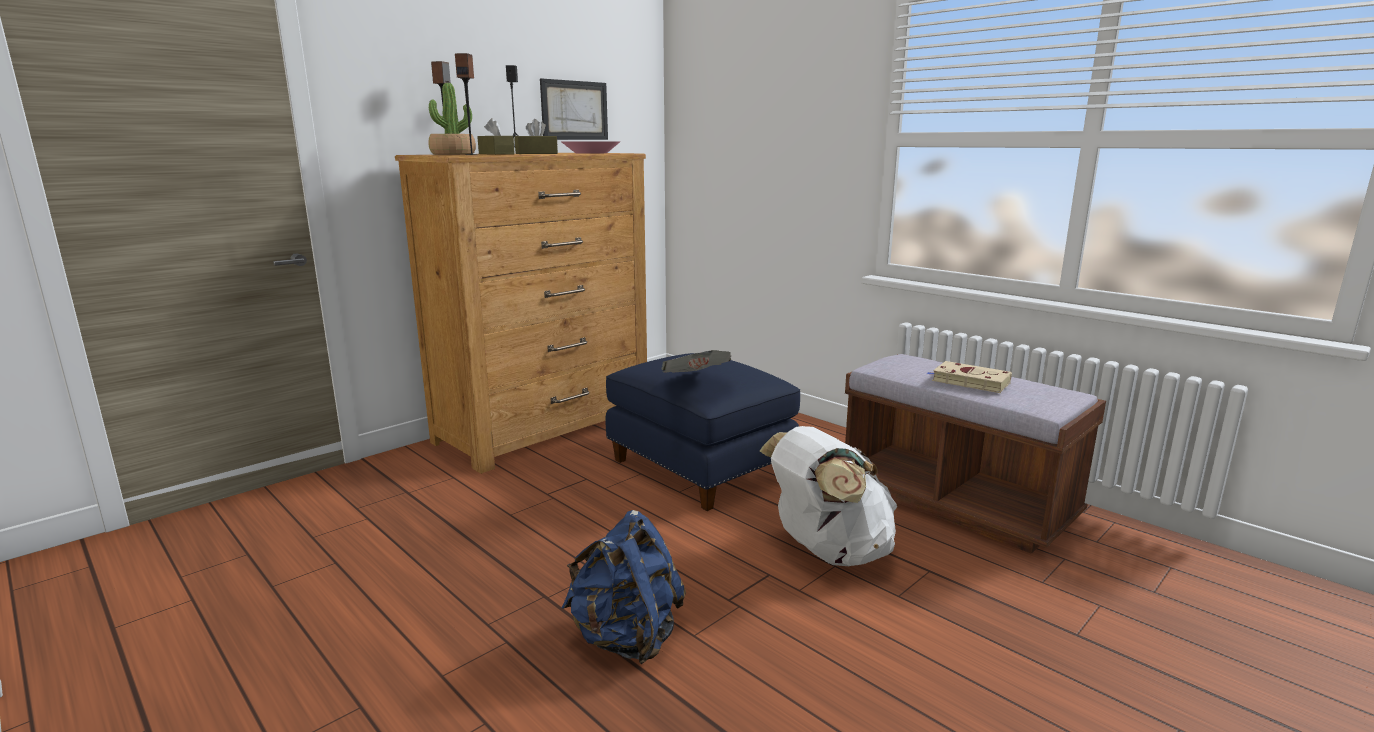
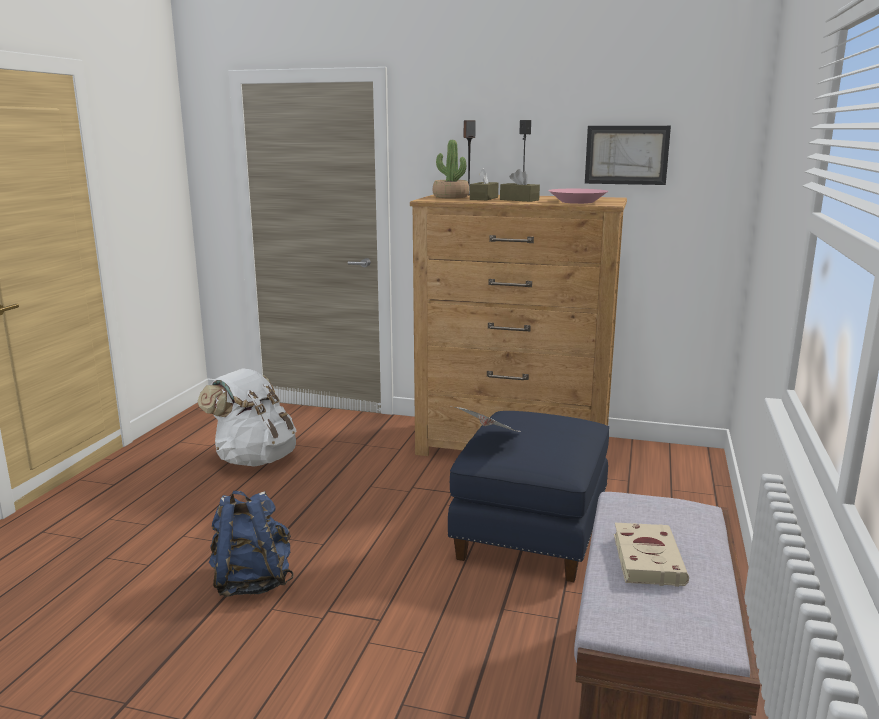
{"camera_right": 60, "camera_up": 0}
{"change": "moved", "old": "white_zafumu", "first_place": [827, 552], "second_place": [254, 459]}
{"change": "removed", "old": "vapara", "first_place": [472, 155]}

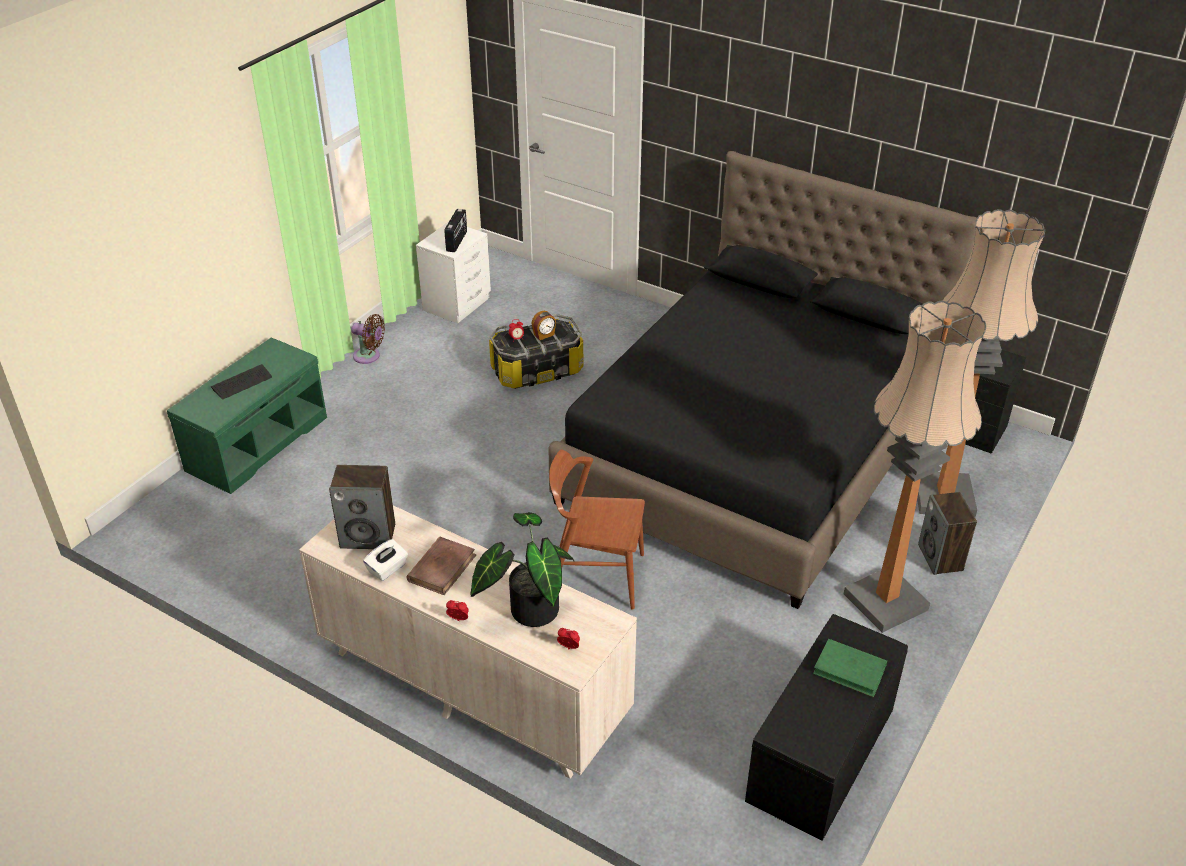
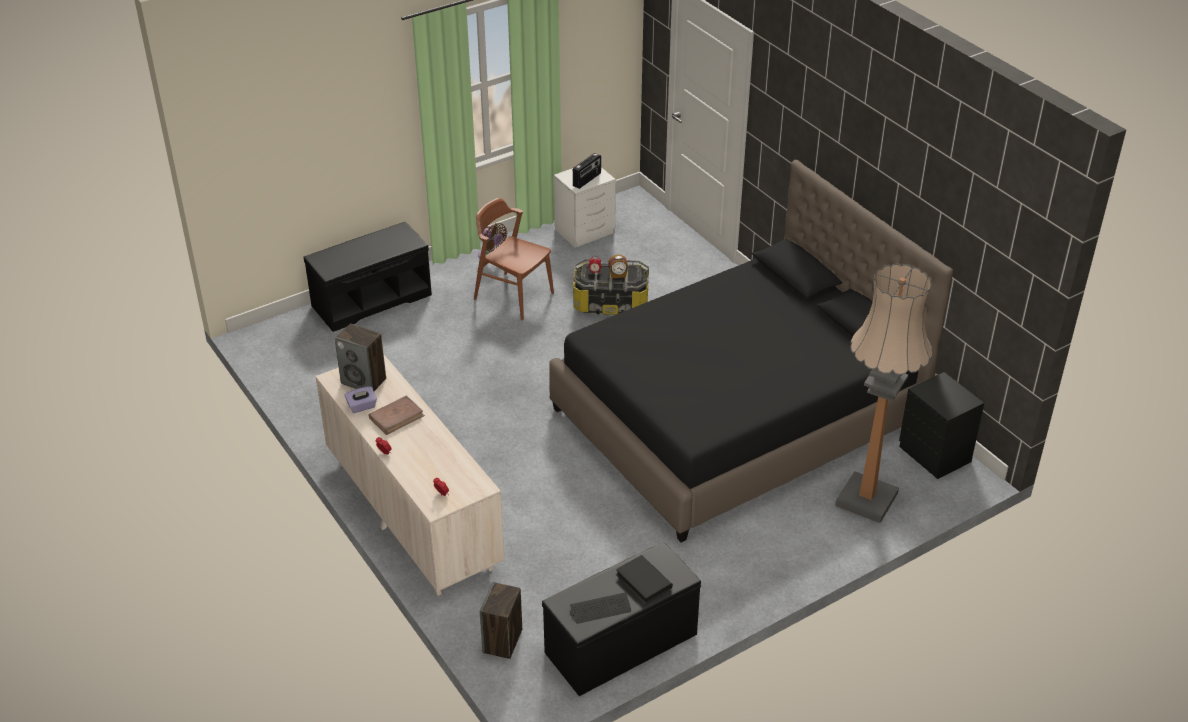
{"camera_right": 25, "camera_up": 0}
{"change": "recoloured", "old": "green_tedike", "new": "black_tedike", "first_place": [257, 442], "second_place": [372, 299]}
{"change": "recoloured", "old": "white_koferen", "new": "purple_koferen", "first_place": [387, 569], "second_place": [362, 406]}
{"change": "moved", "old": "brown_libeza", "first_place": [595, 576], "second_place": [513, 296]}
{"change": "moved", "old": "vapara", "first_place": [941, 558], "second_place": [502, 641]}
{"change": "moved", "old": "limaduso", "first_place": [242, 383], "second_place": [600, 609]}
{"change": "recoloured", "old": "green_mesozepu", "new": "black_mesozepu", "first_place": [850, 670], "second_place": [644, 581]}
{"change": "removed", "old": "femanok", "first_place": [528, 609]}
{"change": "removed", "old": "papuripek", "first_place": [885, 602]}

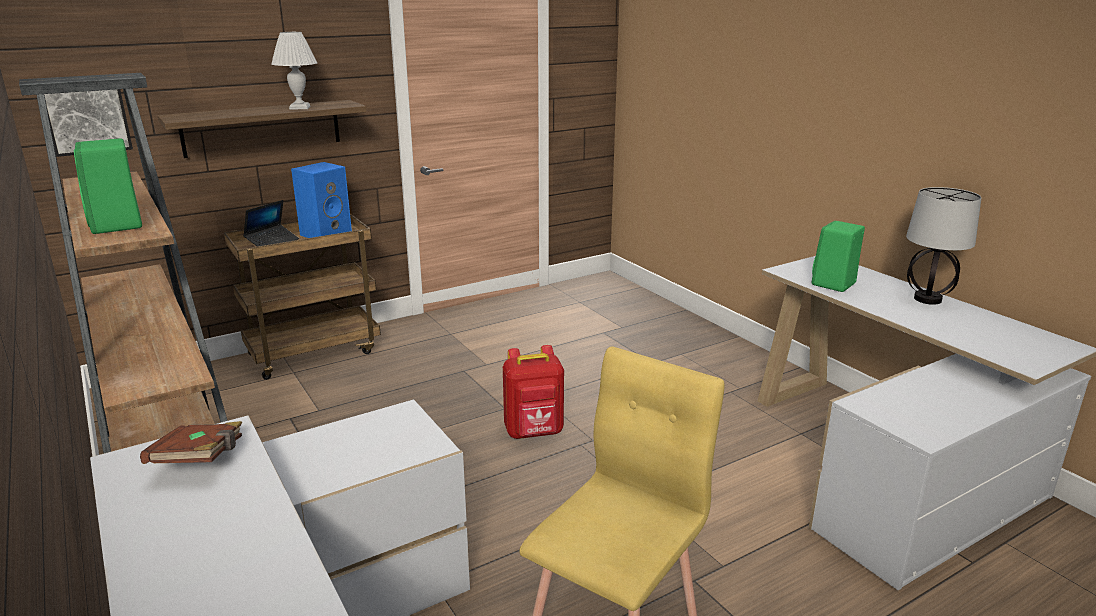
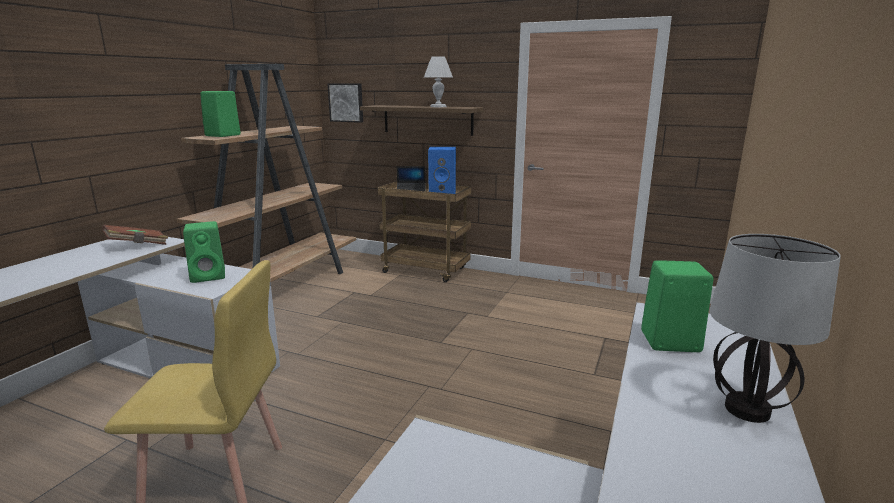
{"camera_right": 55, "camera_up": -5}
{"change": "added", "new": "green_vapara", "second_place": [209, 276]}
{"change": "removed", "old": "red_zafumu", "first_place": [534, 432]}

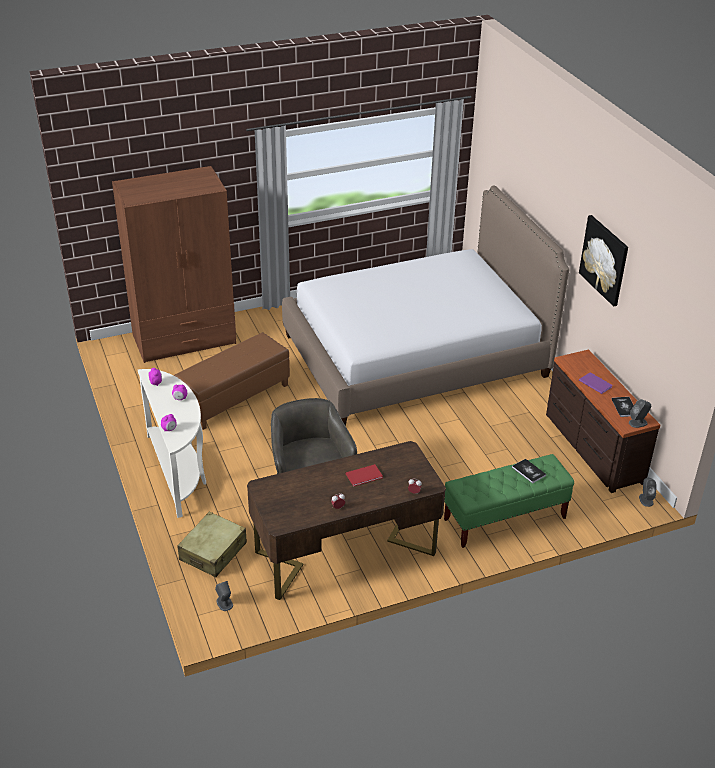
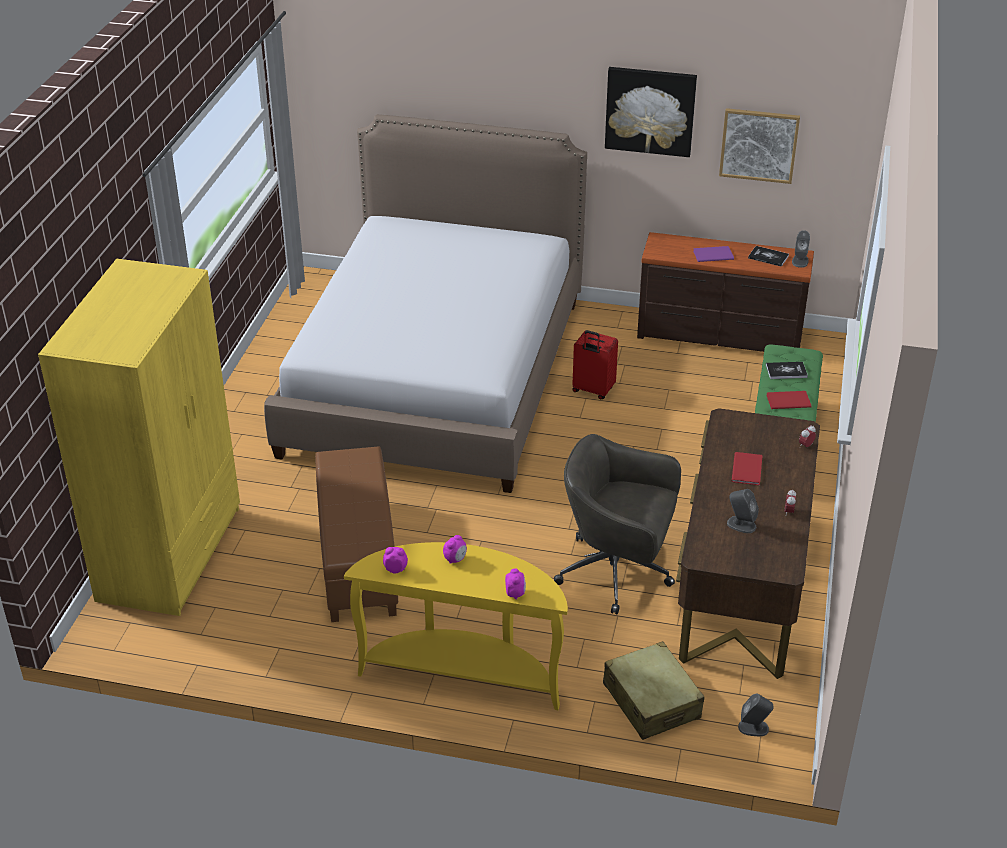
{"camera_right": -55, "camera_up": 0}
{"change": "recoloured", "old": "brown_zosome", "new": "yellow_zosome", "first_place": [184, 339], "second_place": [171, 554]}
{"change": "recoloured", "old": "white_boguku", "new": "yellow_boguku", "first_place": [179, 471], "second_place": [463, 672]}
{"change": "added", "new": "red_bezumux", "second_place": [592, 390]}
{"change": "added", "new": "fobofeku", "second_place": [759, 145]}
{"change": "moved", "old": "grey_vapara", "first_place": [646, 499], "second_place": [741, 524]}
{"change": "added", "new": "red_mesozepu", "second_place": [787, 400]}

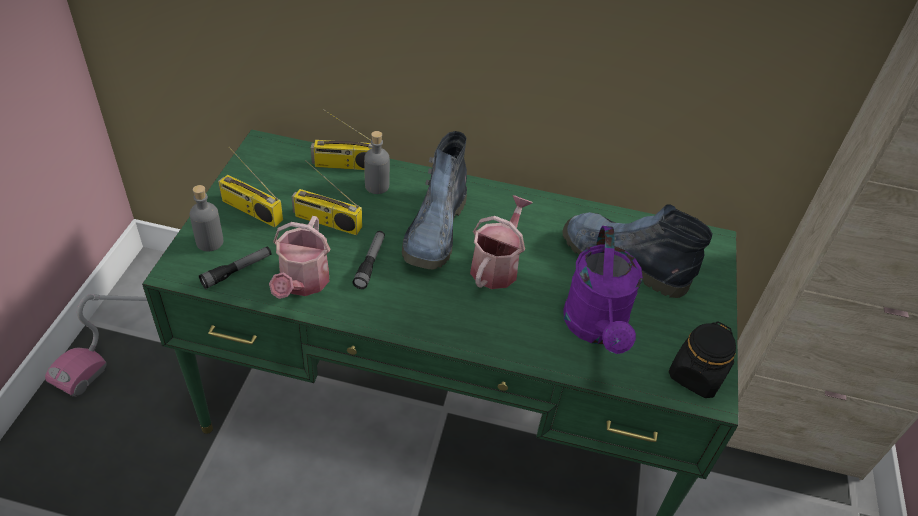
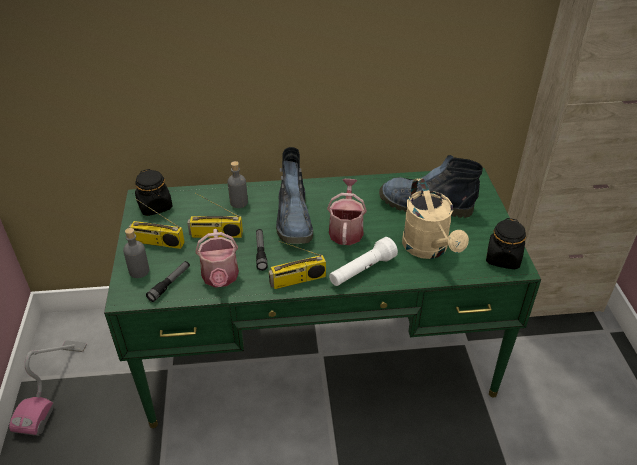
{"camera_right": -15, "camera_up": -5}
{"change": "added", "new": "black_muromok", "second_place": [155, 206]}
{"change": "moved", "old": "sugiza", "first_place": [345, 165], "second_place": [297, 280]}
{"change": "added", "new": "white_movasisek", "second_place": [362, 271]}
{"change": "recoloured", "old": "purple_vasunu", "new": "beige_vasunu", "first_place": [596, 328], "second_place": [429, 249]}

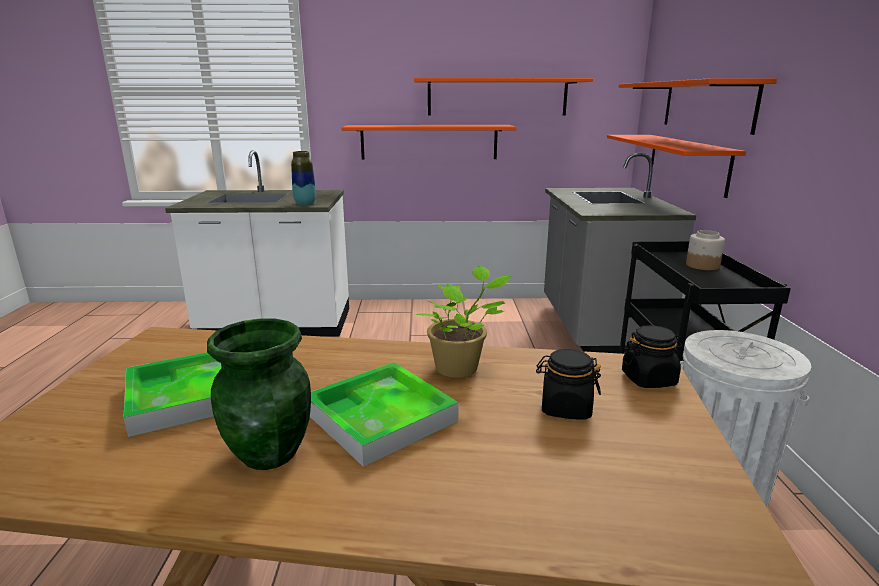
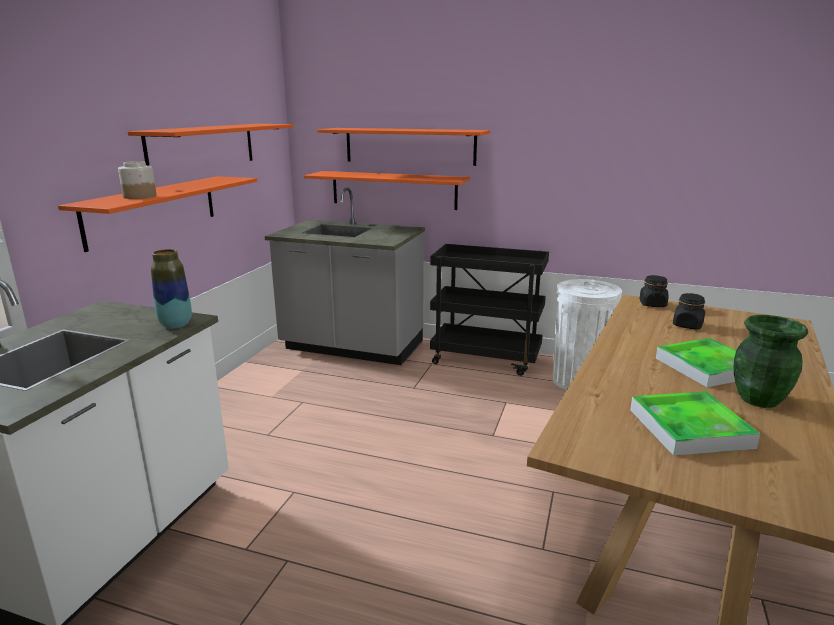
{"camera_right": -70, "camera_up": 0}
{"change": "moved", "old": "muromok", "first_place": [702, 265], "second_place": [139, 196]}
{"change": "removed", "old": "femanok", "first_place": [460, 368]}

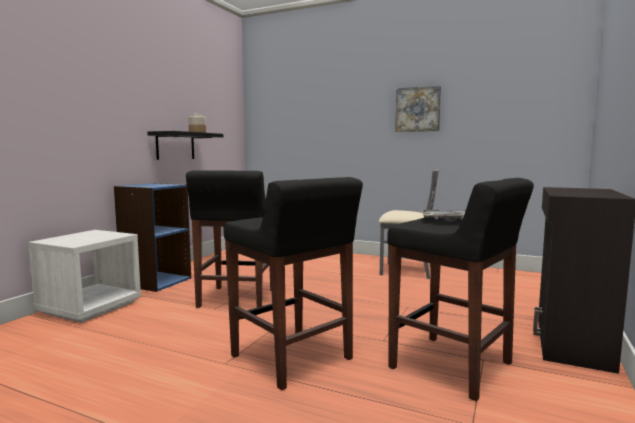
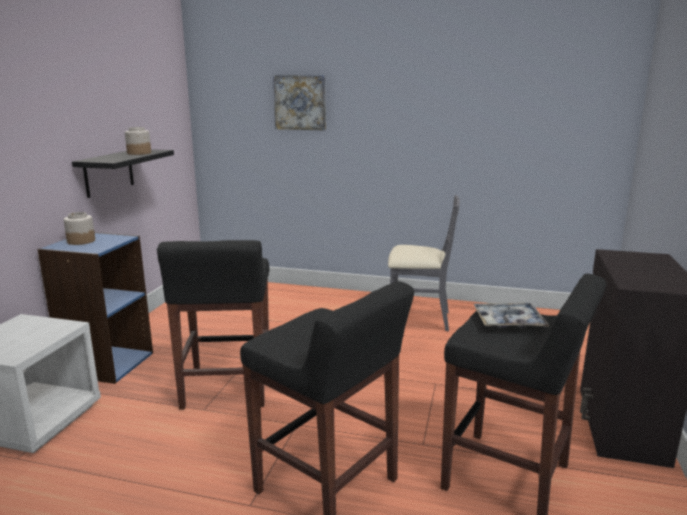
{"camera_right": -10, "camera_up": 10}
{"change": "added", "new": "muromok", "second_place": [81, 241]}
{"change": "moved", "old": "fobofeku", "first_place": [418, 109], "second_place": [300, 102]}

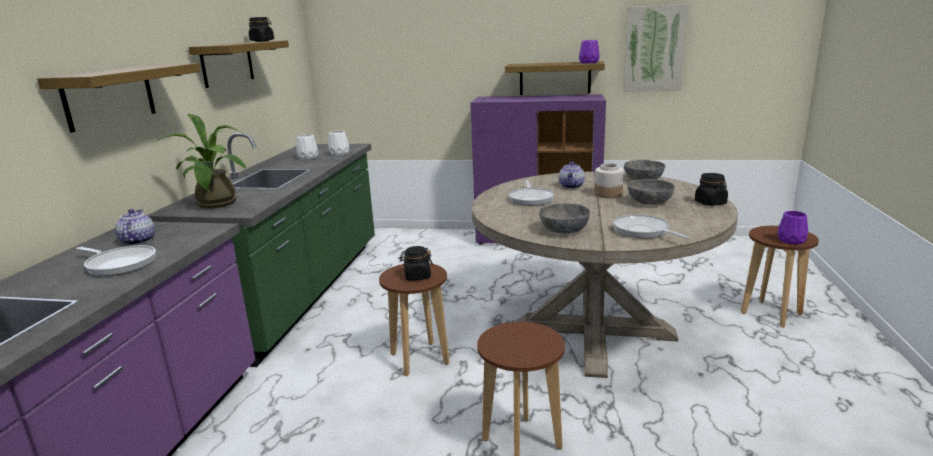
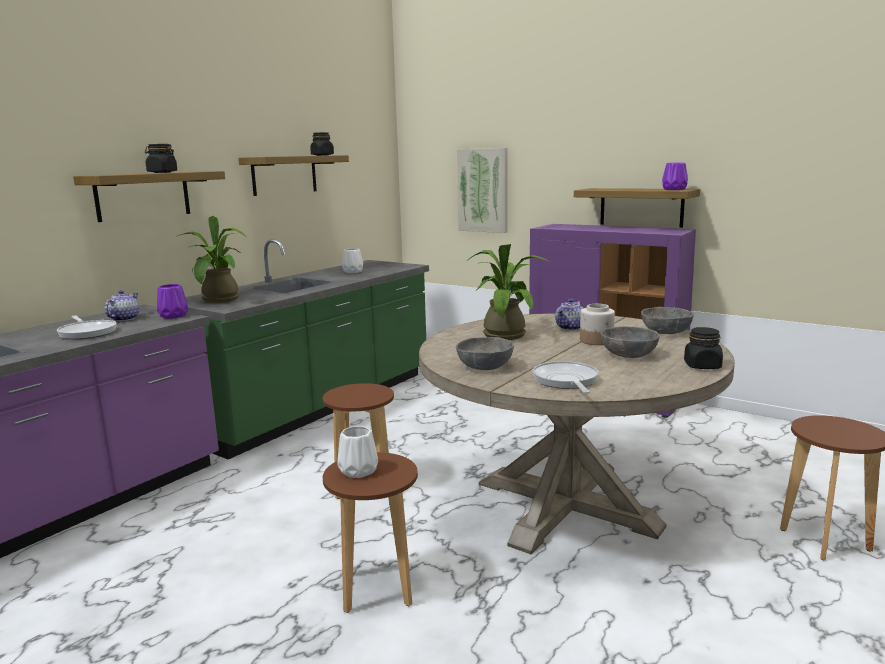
{"camera_right": 25, "camera_up": -5}
{"change": "moved", "old": "black_muromok", "first_place": [417, 276], "second_place": [162, 172]}
{"change": "moved", "old": "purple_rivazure", "first_place": [792, 241], "second_place": [173, 316]}
{"change": "moved", "old": "white_rivazure", "first_place": [340, 154], "second_place": [359, 470]}
{"change": "moved", "old": "fobofeku", "first_place": [654, 49], "second_place": [483, 190]}
{"change": "replaced", "old": "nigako", "new": "femanok", "first_place": [531, 199], "second_place": [506, 334]}

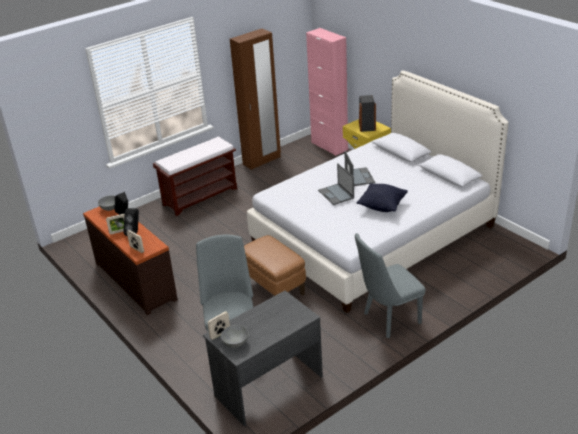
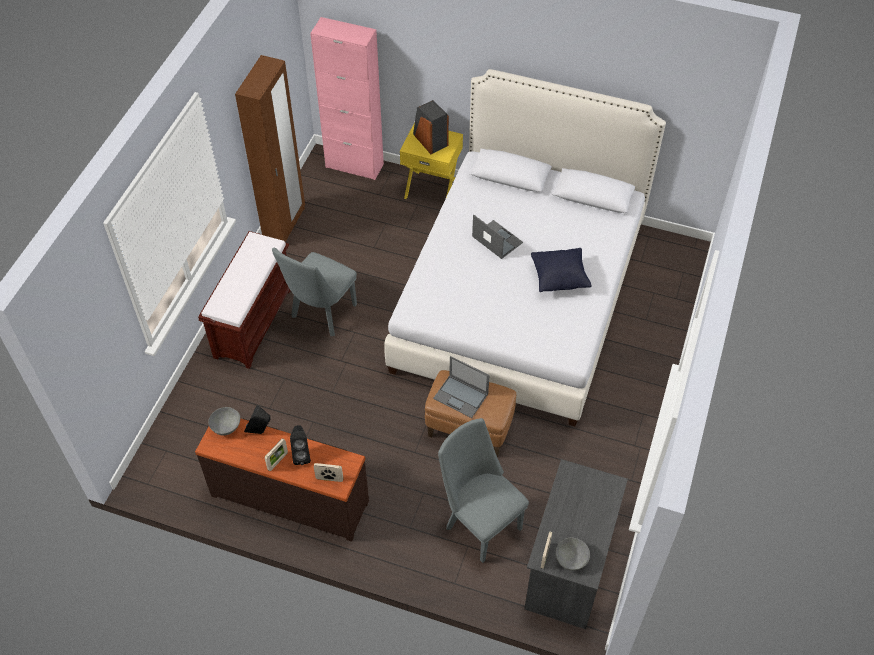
{"camera_right": -35, "camera_up": 20}
{"change": "moved", "old": "grey_libeza", "first_place": [388, 320], "second_place": [321, 315]}
{"change": "moved", "old": "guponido", "first_place": [336, 194], "second_place": [461, 396]}

